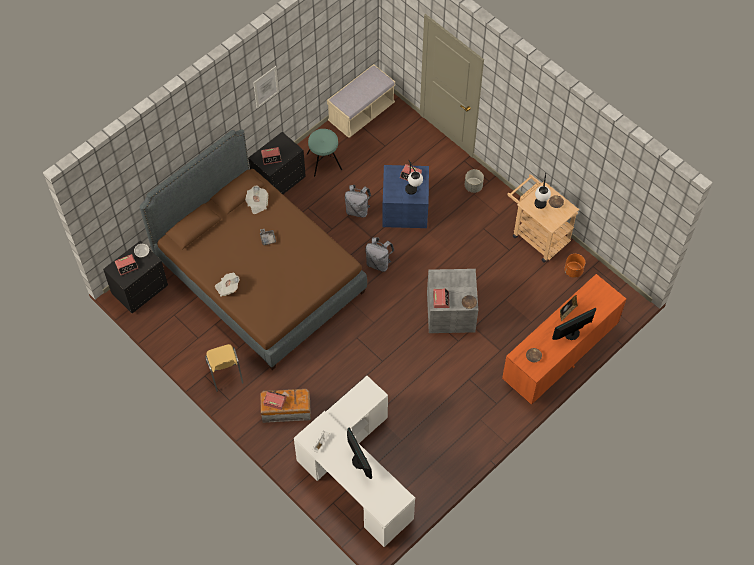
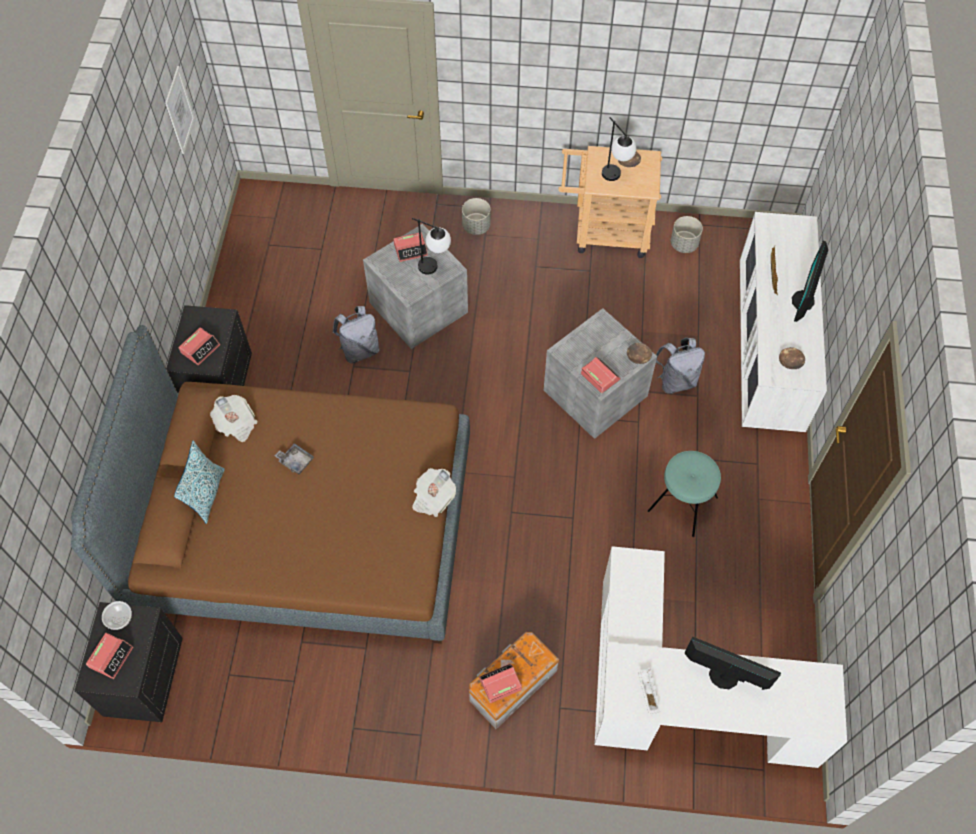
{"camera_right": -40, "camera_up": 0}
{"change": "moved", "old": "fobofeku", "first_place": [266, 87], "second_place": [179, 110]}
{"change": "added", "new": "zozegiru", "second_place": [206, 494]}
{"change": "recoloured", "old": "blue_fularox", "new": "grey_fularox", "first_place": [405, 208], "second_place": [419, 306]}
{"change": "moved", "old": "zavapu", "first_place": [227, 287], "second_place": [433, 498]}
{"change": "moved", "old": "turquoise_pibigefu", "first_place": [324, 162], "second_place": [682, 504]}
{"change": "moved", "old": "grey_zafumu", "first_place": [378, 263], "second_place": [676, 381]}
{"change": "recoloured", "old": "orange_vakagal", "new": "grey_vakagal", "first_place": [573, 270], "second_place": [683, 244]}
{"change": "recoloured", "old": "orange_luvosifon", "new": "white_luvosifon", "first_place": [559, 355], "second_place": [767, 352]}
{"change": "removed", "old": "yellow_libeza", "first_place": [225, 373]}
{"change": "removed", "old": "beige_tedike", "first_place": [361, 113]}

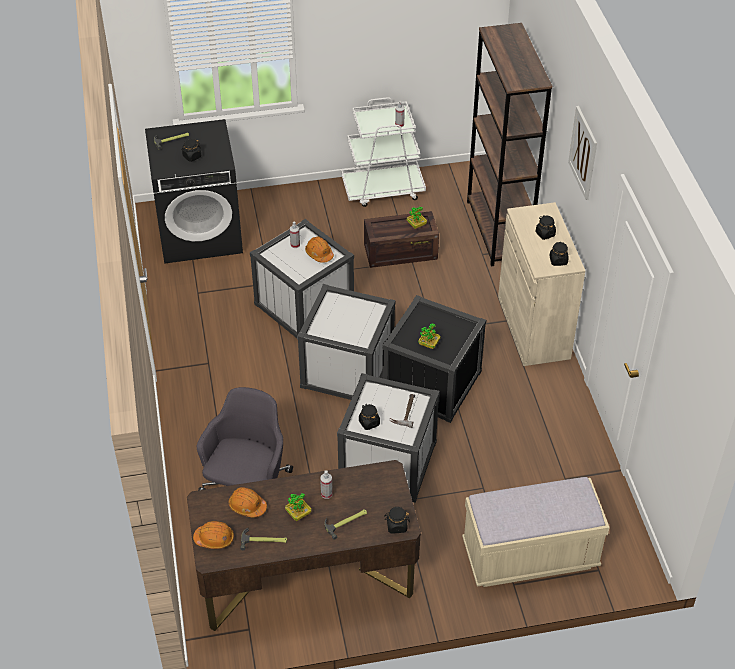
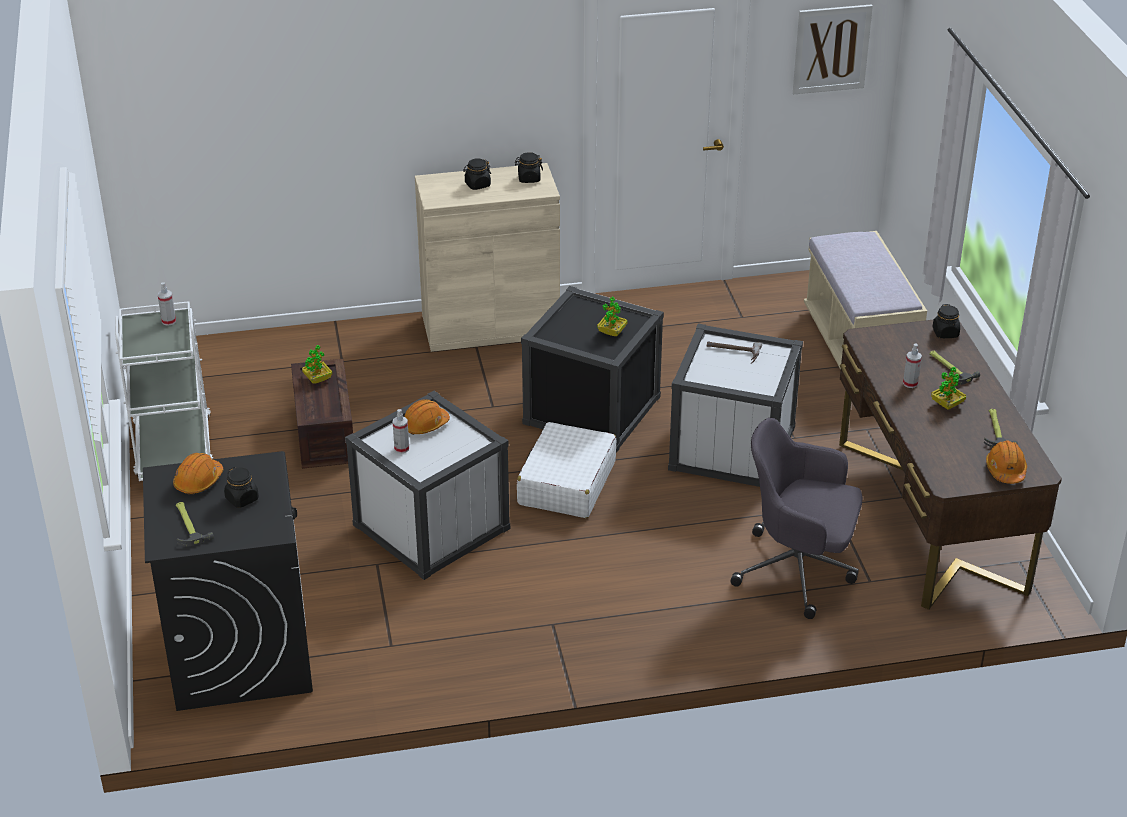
{"camera_right": -90, "camera_up": -10}
{"change": "moved", "old": "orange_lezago", "first_place": [247, 506], "second_place": [198, 481]}
{"change": "replaced", "old": "white_fularox", "new": "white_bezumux", "first_place": [347, 369], "second_place": [566, 483]}
{"change": "moved", "old": "fobofeku", "first_place": [583, 152], "second_place": [831, 49]}
{"change": "removed", "old": "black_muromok", "first_place": [369, 422]}
{"change": "removed", "old": "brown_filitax", "first_place": [498, 231]}

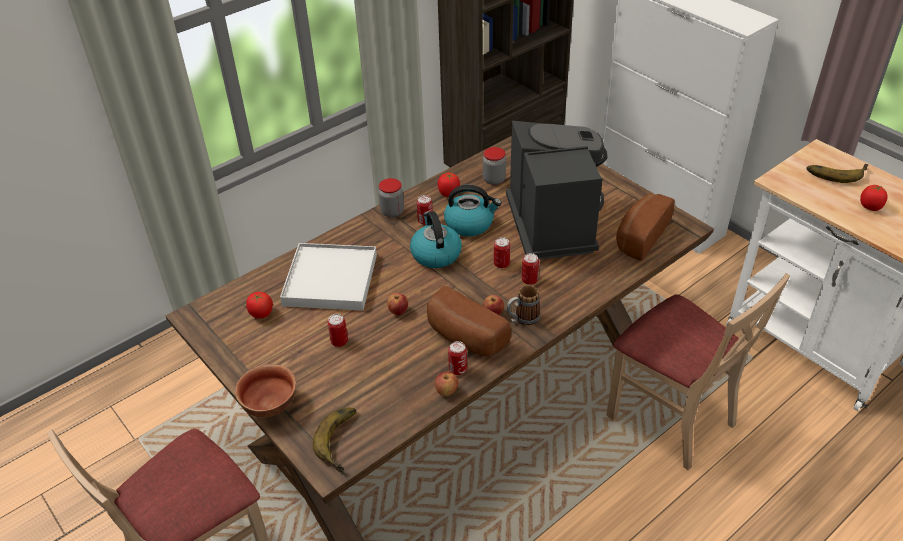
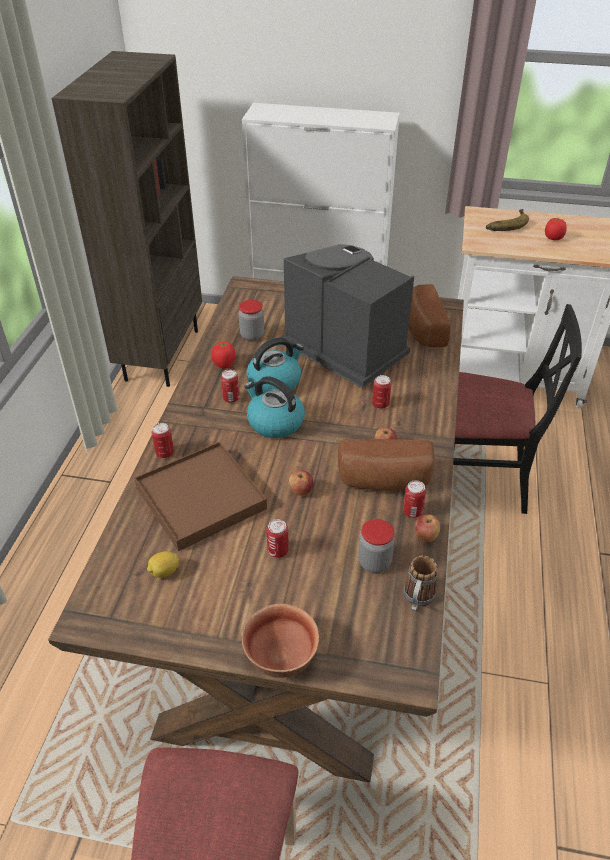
{"camera_right": -40, "camera_up": 0}
{"change": "recoloured", "old": "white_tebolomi", "new": "brown_tebolomi", "first_place": [331, 280], "second_place": [201, 498]}
{"change": "replaced", "old": "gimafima", "new": "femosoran", "first_place": [261, 314], "second_place": [164, 572]}
{"change": "moved", "old": "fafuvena", "first_place": [501, 264], "second_place": [165, 453]}
{"change": "moved", "old": "muromok", "first_place": [392, 212], "second_place": [374, 562]}
{"change": "moved", "old": "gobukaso", "first_place": [522, 319], "second_place": [417, 600]}
{"change": "recoloured", "old": "beige_libeza", "new": "black_libeza", "first_place": [672, 418], "second_place": [479, 481]}
{"change": "removed", "old": "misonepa", "first_place": [344, 440]}

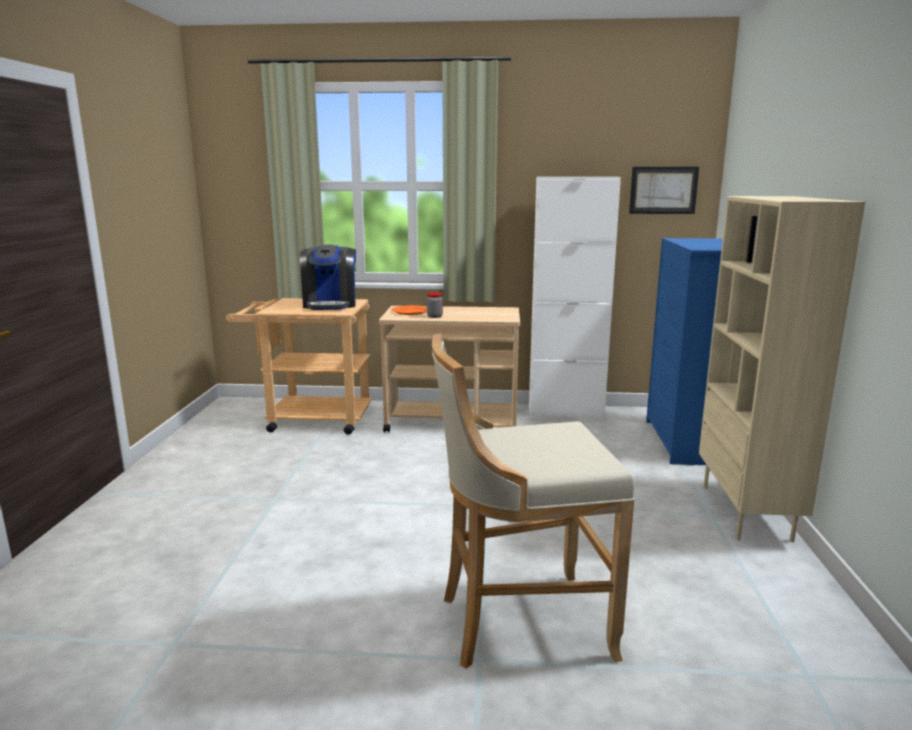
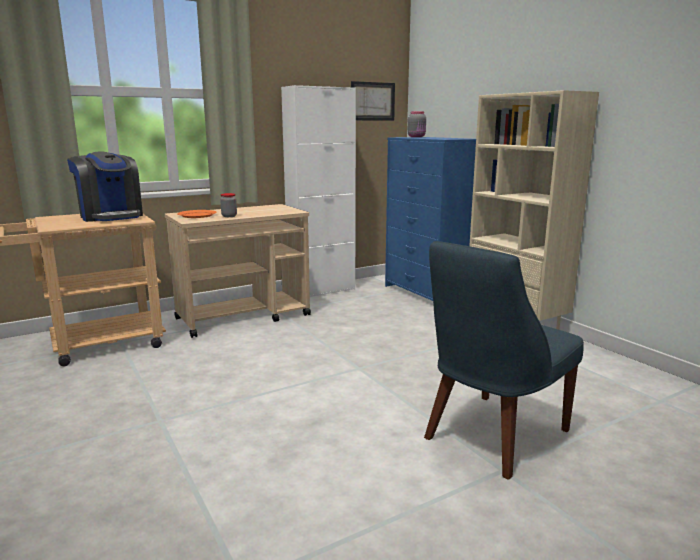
{"camera_right": -35, "camera_up": 0}
{"change": "added", "new": "grey_muromok", "second_place": [417, 137]}
{"change": "replaced", "old": "beige_pibigefu", "new": "blue_libeza", "first_place": [519, 623], "second_place": [491, 436]}

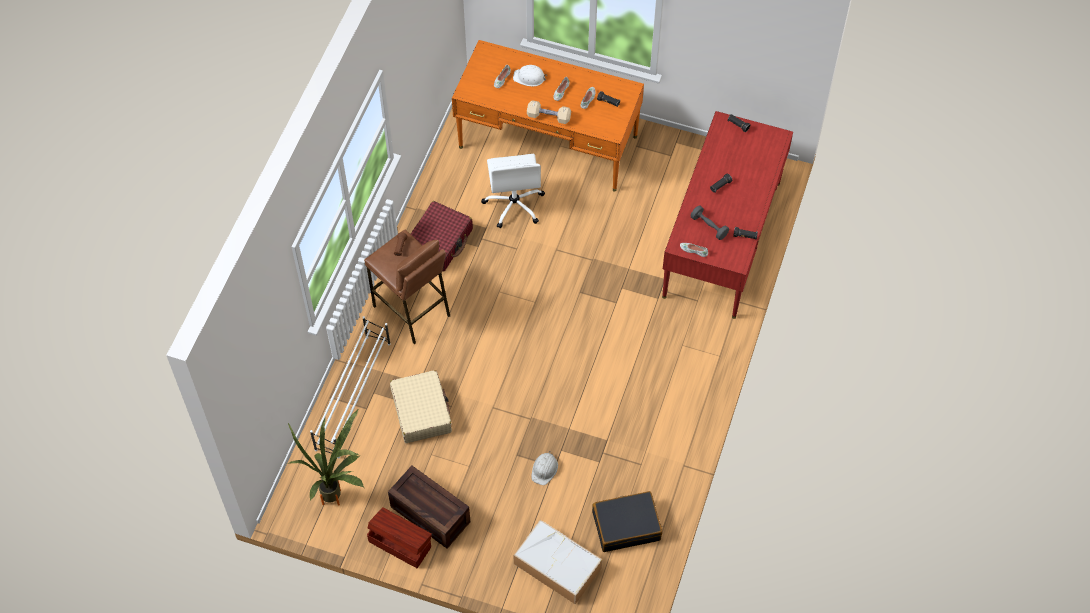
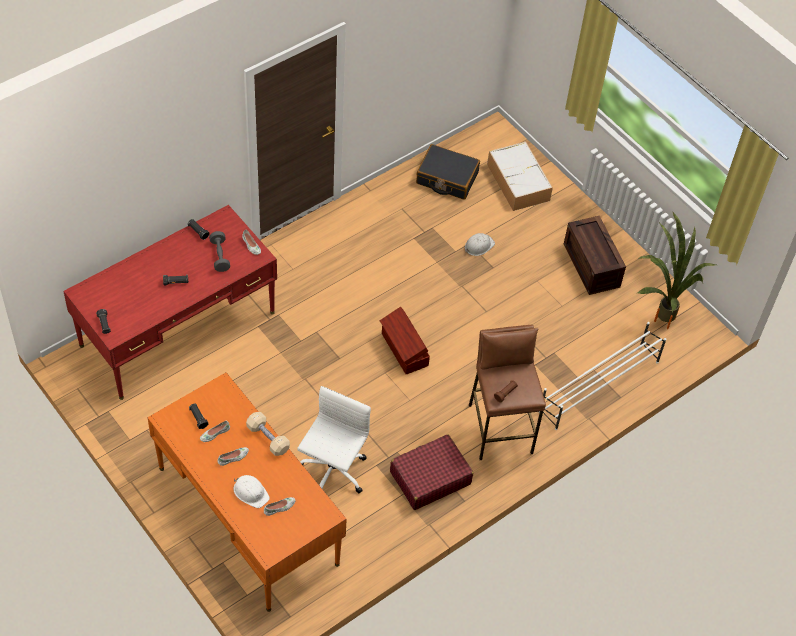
{"camera_right": -150, "camera_up": -5}
{"change": "moved", "old": "brown_fularox", "first_place": [400, 543], "second_place": [404, 350]}
{"change": "removed", "old": "beige_bezumux", "first_place": [421, 411]}

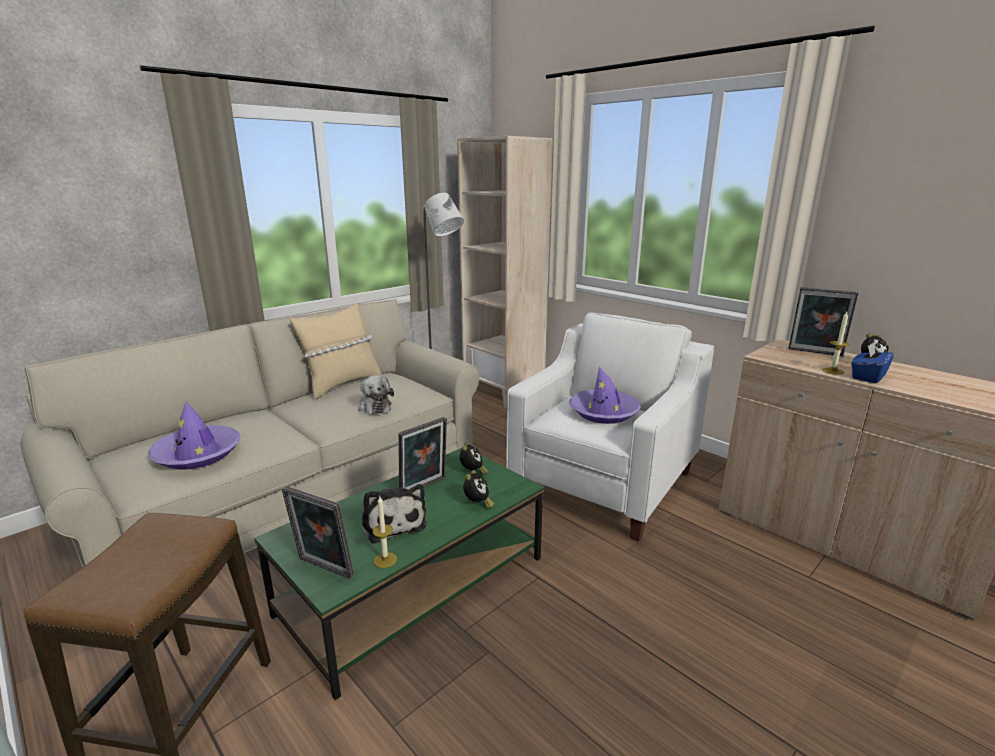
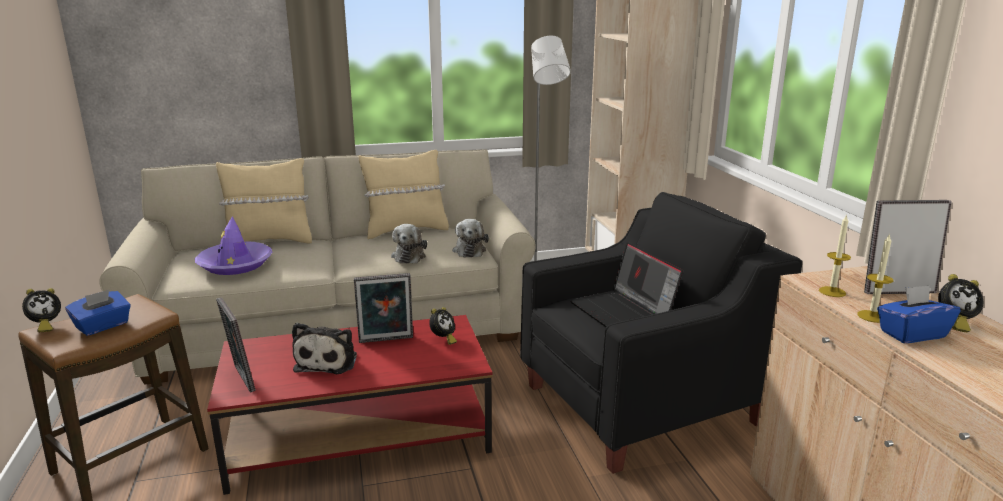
{"camera_right": 30, "camera_up": 0}
{"change": "moved", "old": "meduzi", "first_place": [477, 504], "second_place": [45, 326]}
{"change": "added", "new": "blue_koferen", "second_place": [103, 326]}
{"change": "recoloured", "old": "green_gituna", "new": "red_gituna", "first_place": [414, 585], "second_place": [359, 433]}
{"change": "added", "new": "beige_zozegiru", "second_place": [268, 241]}
{"change": "added", "new": "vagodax", "second_place": [469, 250]}
{"change": "recoloured", "old": "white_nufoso", "new": "black_nufoso", "first_place": [605, 483], "second_place": [642, 404]}
{"change": "replaced", "old": "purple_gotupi", "new": "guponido", "first_place": [604, 412], "second_place": [624, 313]}
{"change": "moved", "old": "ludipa", "first_place": [385, 560], "second_place": [832, 292]}
{"change": "turned", "old": "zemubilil", "first_place": [815, 353], "second_place": [897, 291], "degrees": 120}

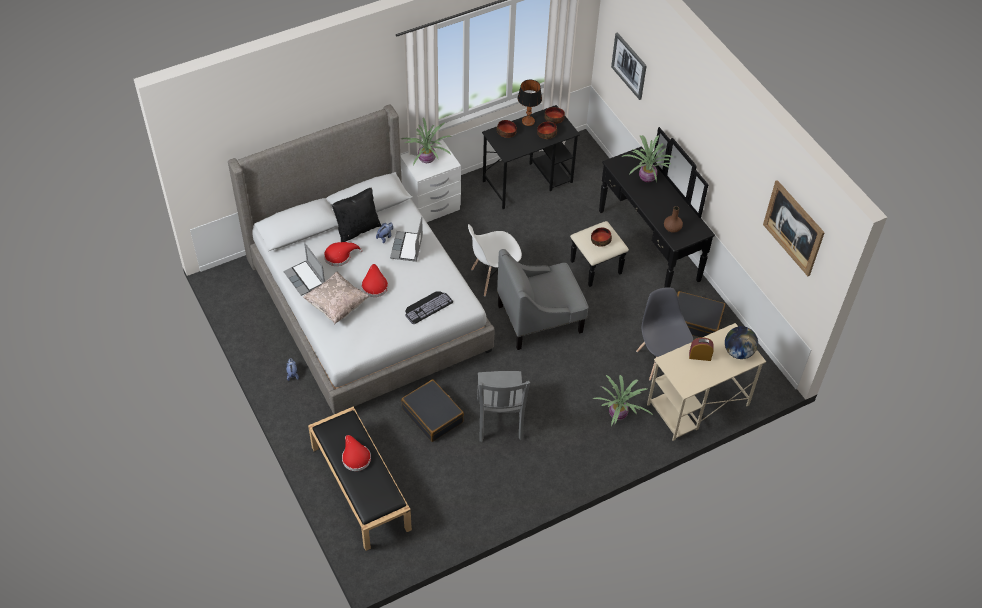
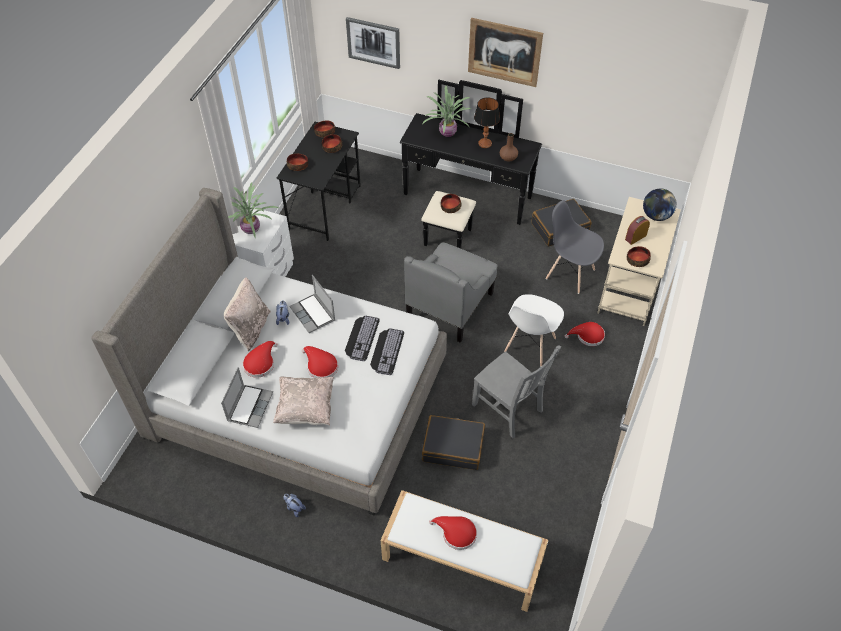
{"camera_right": -40, "camera_up": 0}
{"change": "turned", "old": "guponido", "first_place": [305, 278], "second_place": [249, 406], "degrees": -90}
{"change": "recoloured", "old": "black_zozegiru", "new": "beige_zozegiru", "first_place": [357, 229], "second_place": [250, 328]}
{"change": "added", "new": "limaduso", "second_place": [361, 337]}
{"change": "recoloured", "old": "black_tedike", "new": "white_tedike", "first_place": [359, 487], "second_place": [461, 559]}
{"change": "moved", "old": "fobofeku", "first_place": [793, 228], "second_place": [504, 52]}
{"change": "moved", "old": "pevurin", "first_place": [528, 121], "second_place": [484, 143]}
{"change": "moved", "old": "white_libeza", "first_place": [493, 278], "second_place": [530, 345]}
{"change": "replaced", "old": "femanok", "new": "red_gotupi", "first_place": [618, 415], "second_place": [587, 336]}
{"change": "added", "new": "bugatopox", "second_place": [637, 260]}

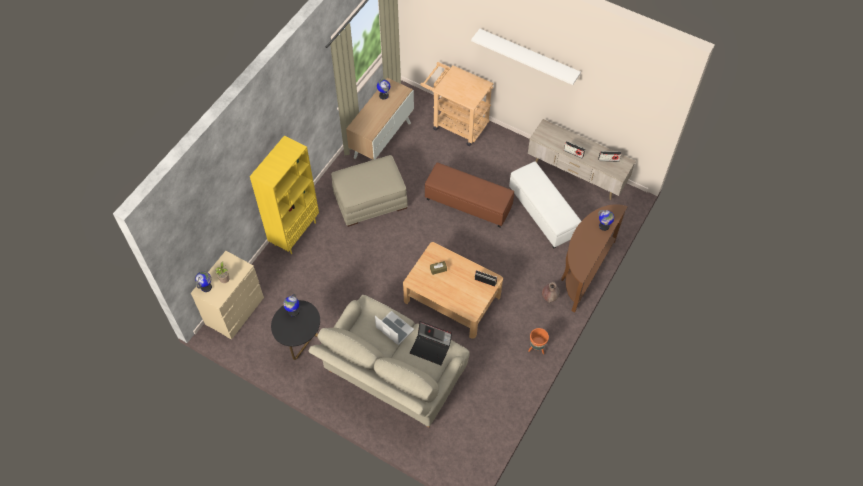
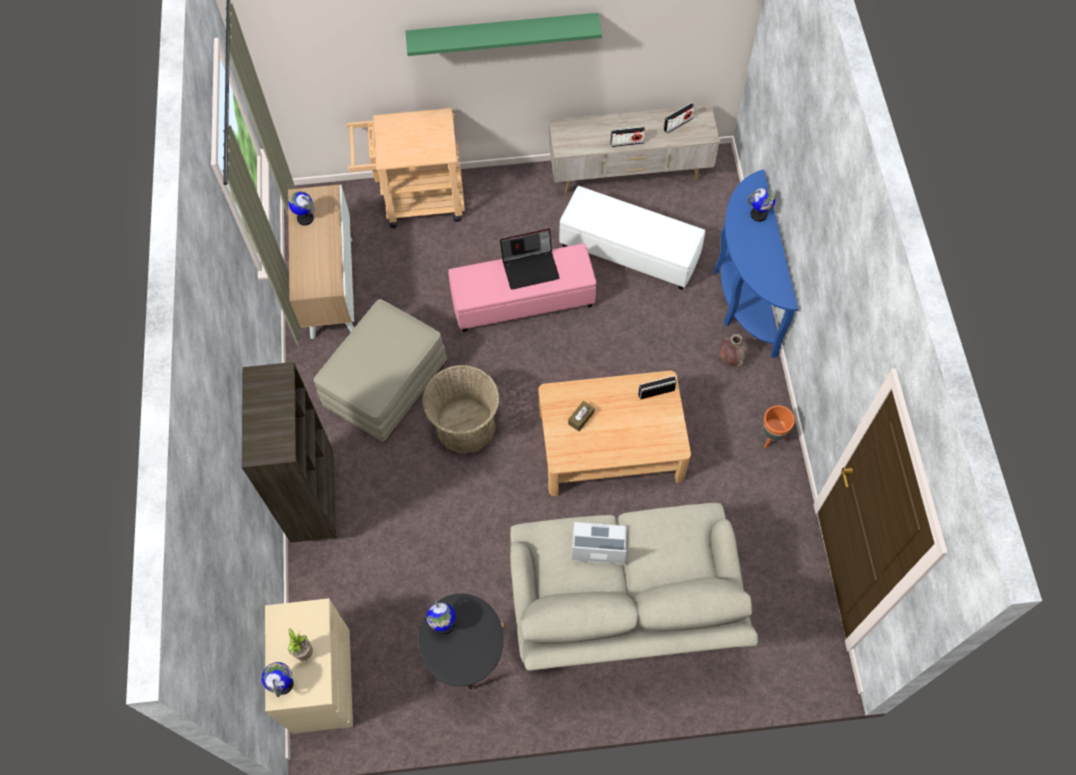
{"camera_right": -35, "camera_up": 5}
{"change": "recoloured", "old": "yellow_filitax", "new": "brown_filitax", "first_place": [295, 233], "second_place": [315, 503]}
{"change": "recoloured", "old": "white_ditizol", "new": "green_ditizol", "first_place": [528, 56], "second_place": [502, 33]}
{"change": "added", "new": "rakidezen", "second_place": [465, 426]}
{"change": "recoloured", "old": "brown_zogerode", "new": "pink_zogerode", "first_place": [468, 202], "second_place": [523, 299]}
{"change": "moved", "old": "guponido", "first_place": [431, 348], "second_place": [531, 267]}
{"change": "recoloured", "old": "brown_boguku", "new": "blue_boguku", "first_place": [583, 270], "second_place": [742, 294]}

